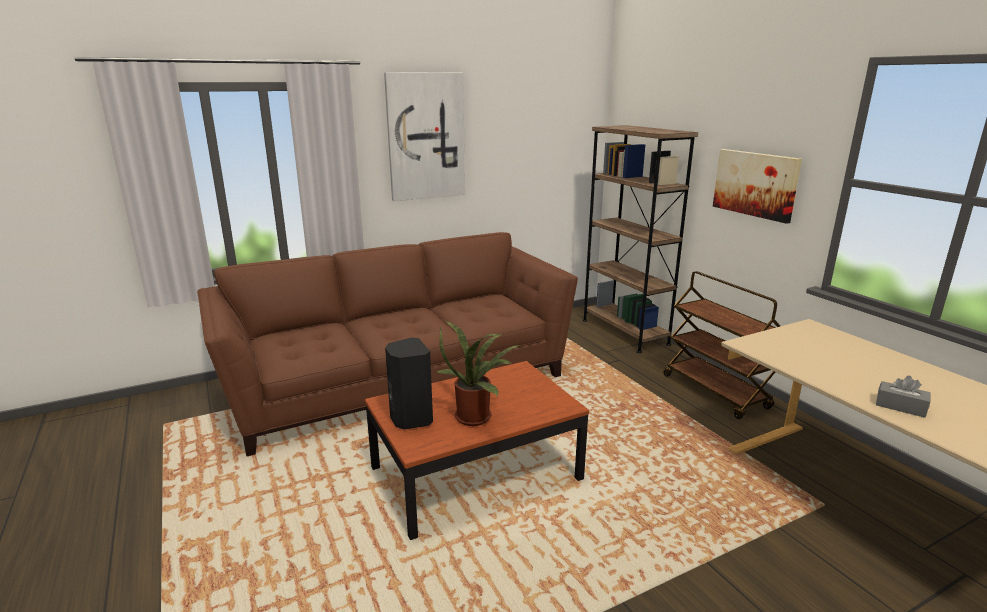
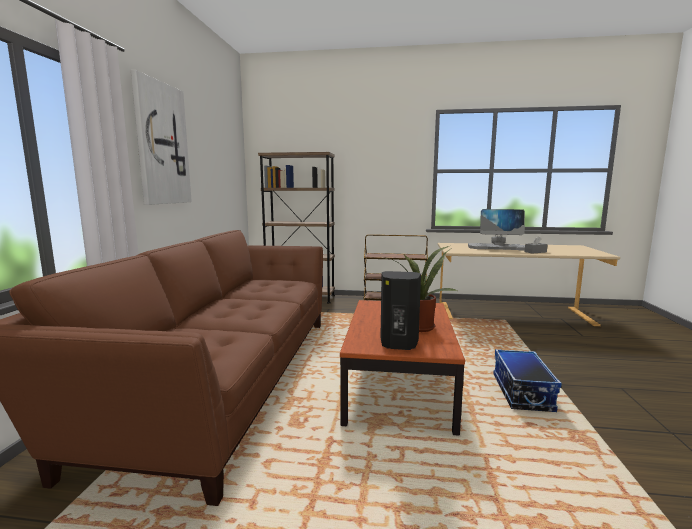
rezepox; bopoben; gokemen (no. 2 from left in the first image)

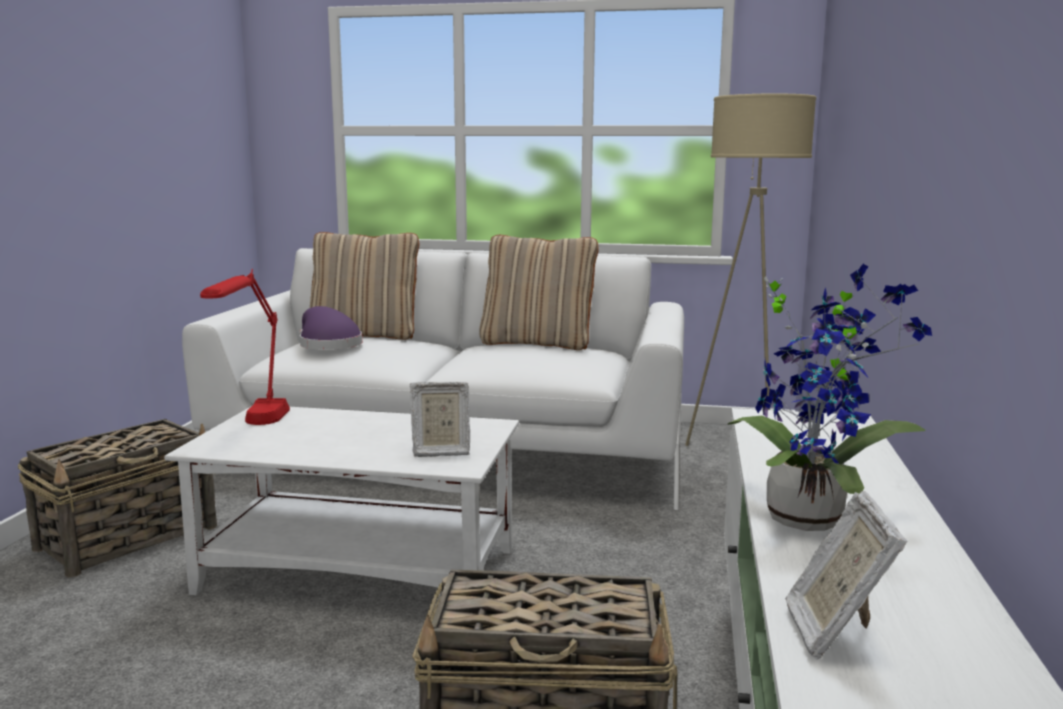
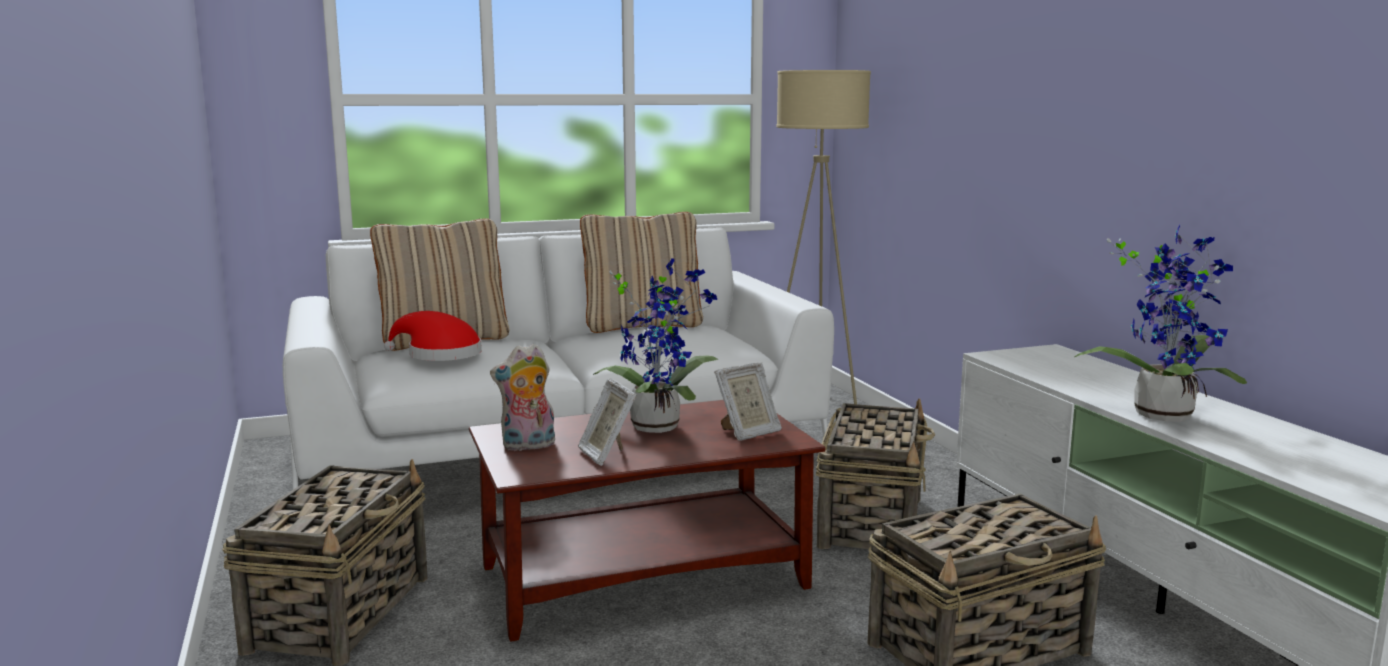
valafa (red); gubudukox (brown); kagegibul; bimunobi (no. 1 from left); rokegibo (no. 1 from left); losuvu (no. 2 from left)

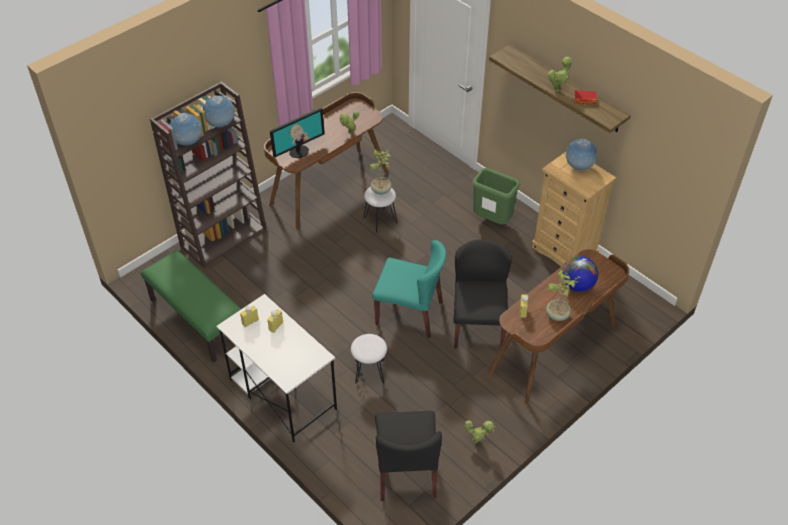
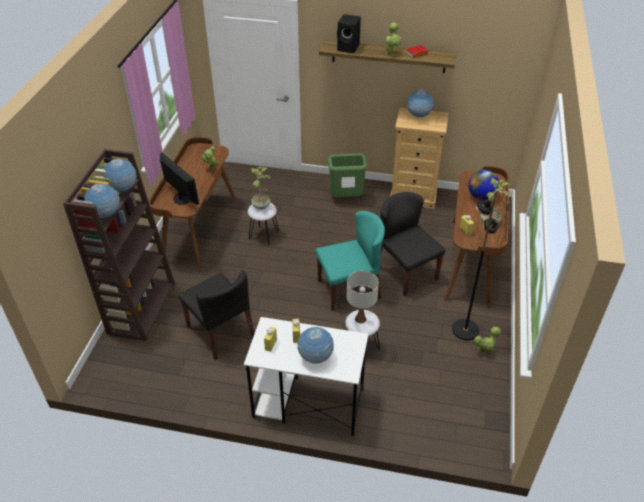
rezepox; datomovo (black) (no. 1 from left); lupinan (no. 3 from left); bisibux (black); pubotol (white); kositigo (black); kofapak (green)

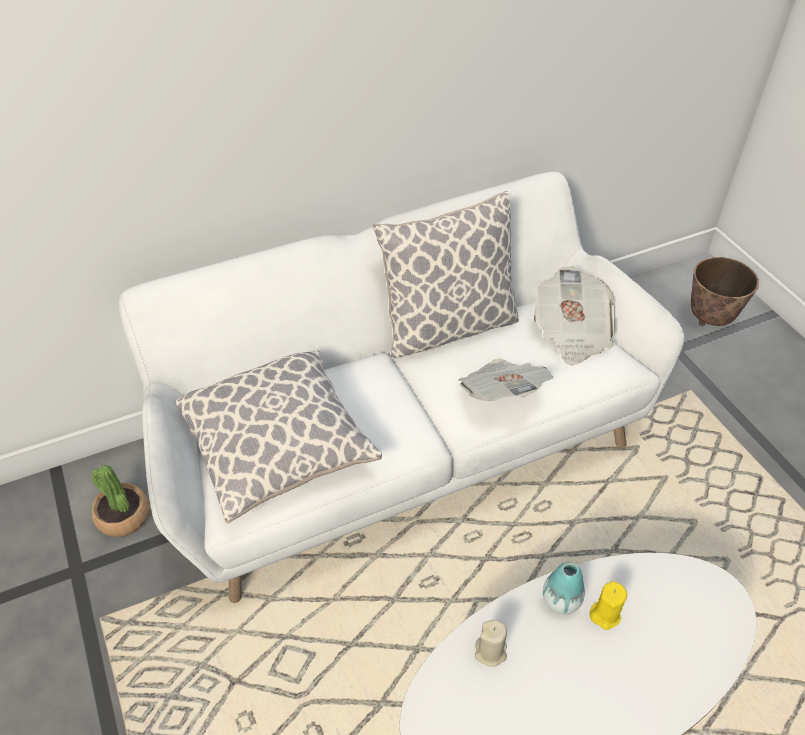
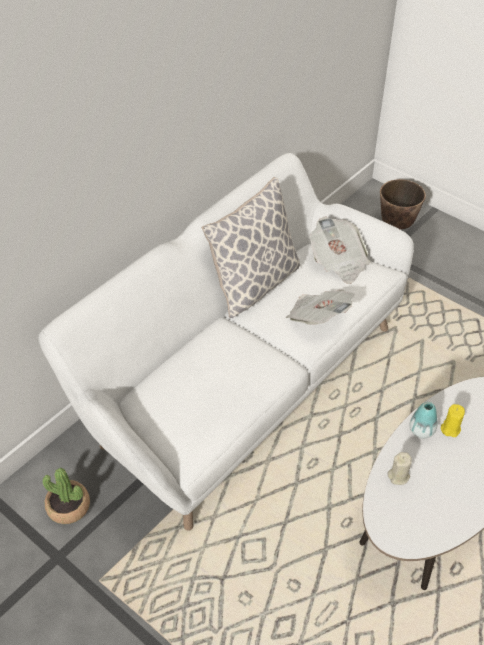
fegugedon (no. 1 from left in the first image)

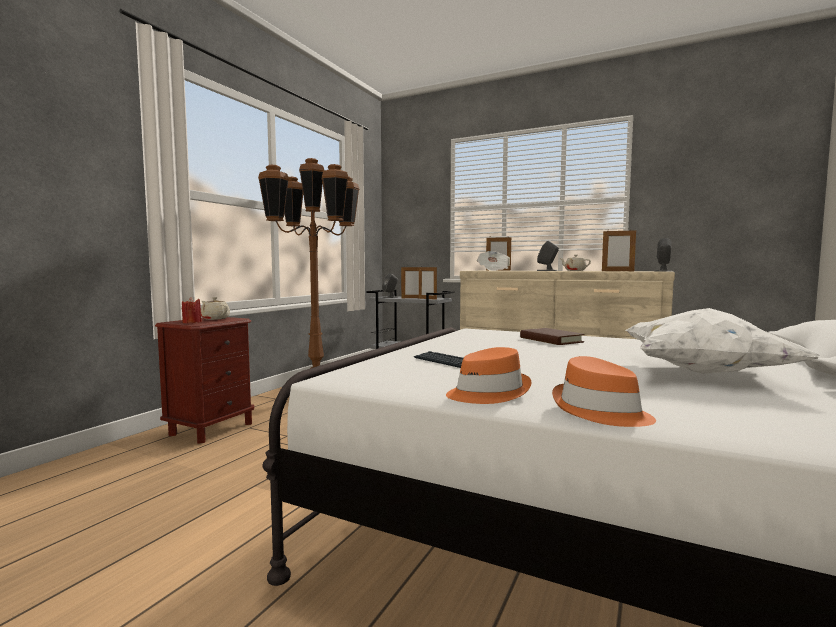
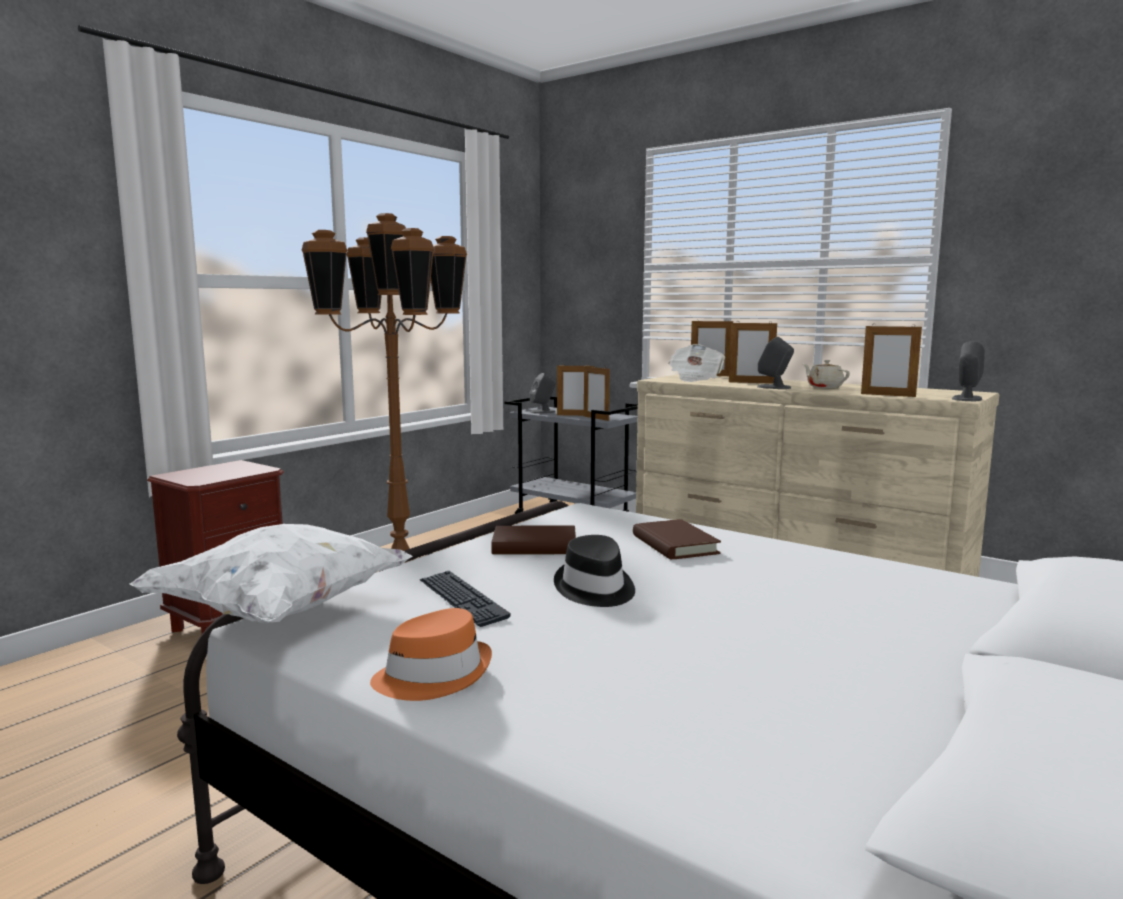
fegugedon (white); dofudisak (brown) (no. 1 from left); valafa (black); bimunobi (no. 4 from left); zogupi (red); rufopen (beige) (no. 1 from left in the first image); valafa (orange) (no. 2 from left in the first image)

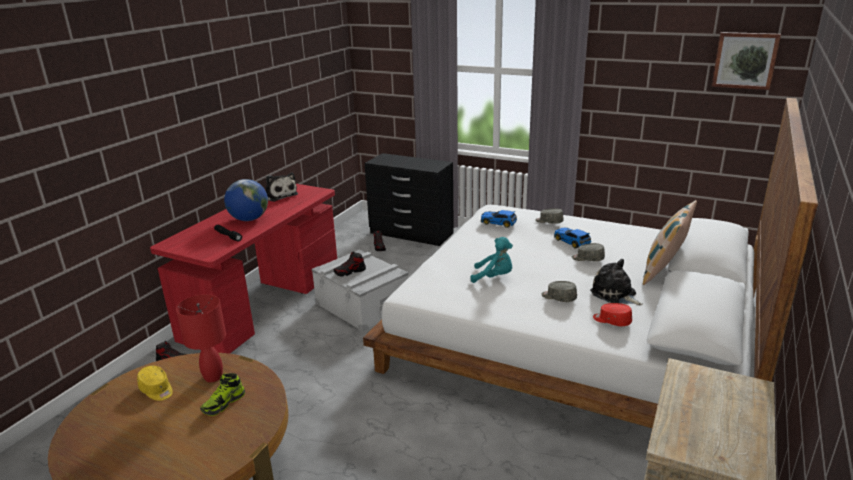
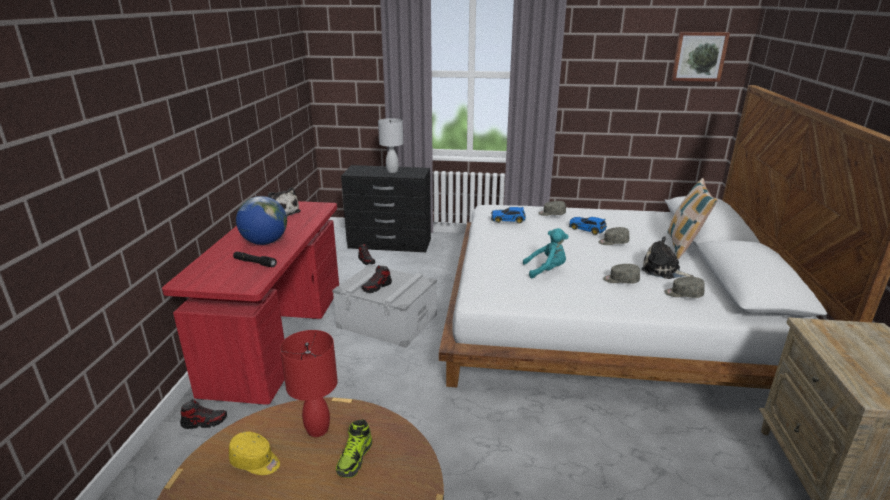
pubotol (white); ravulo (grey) (no. 4 from left)

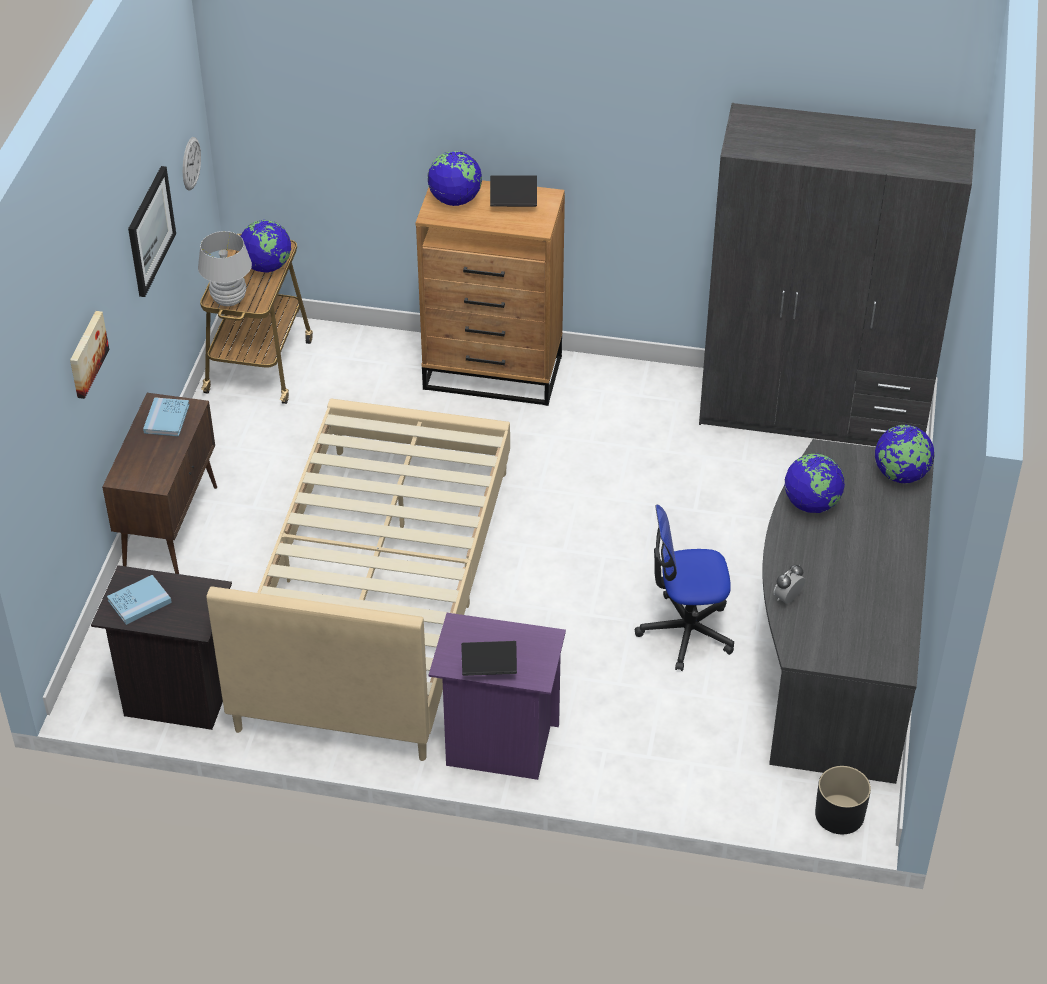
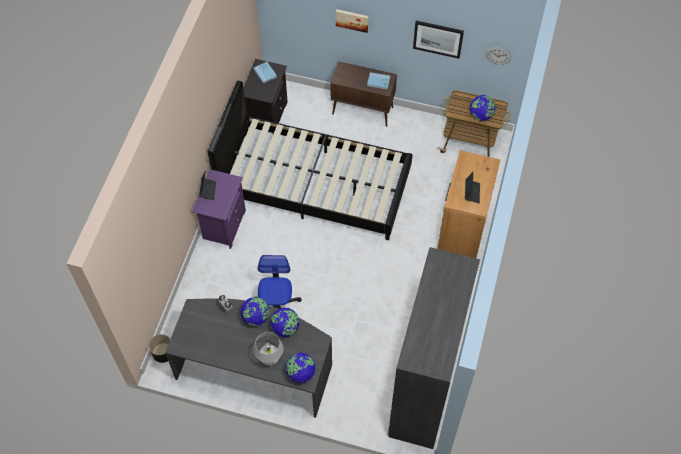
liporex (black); lupinan (no. 1 from left); pubotol (white)

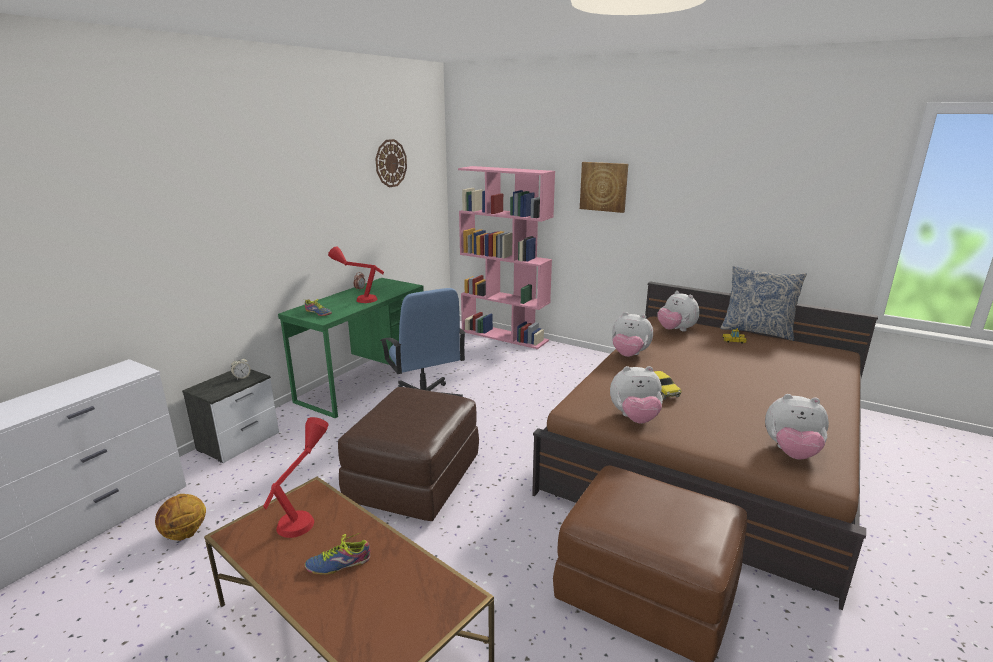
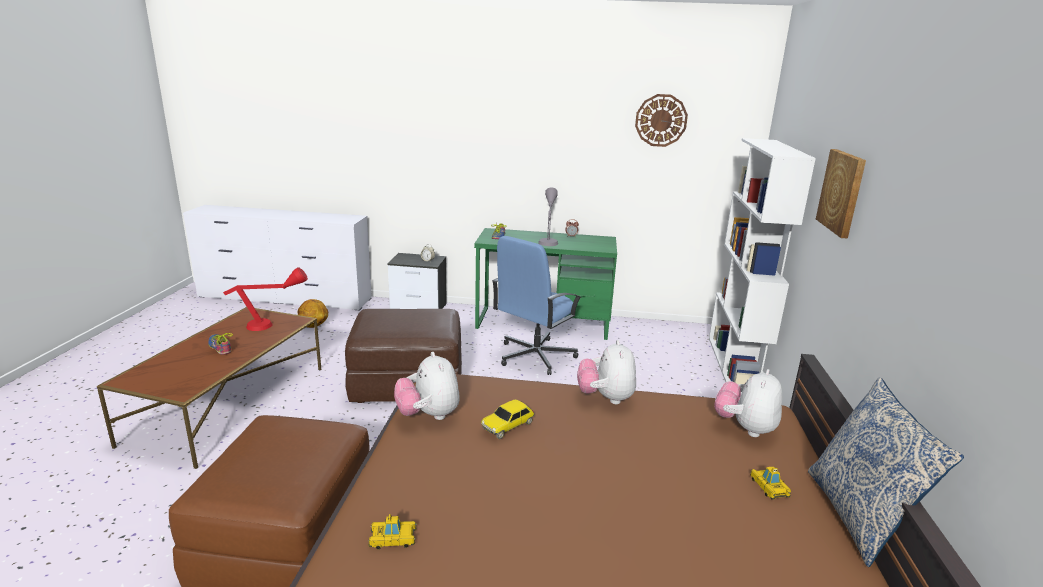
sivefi (no. 1 from left); pubotol (grey); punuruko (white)

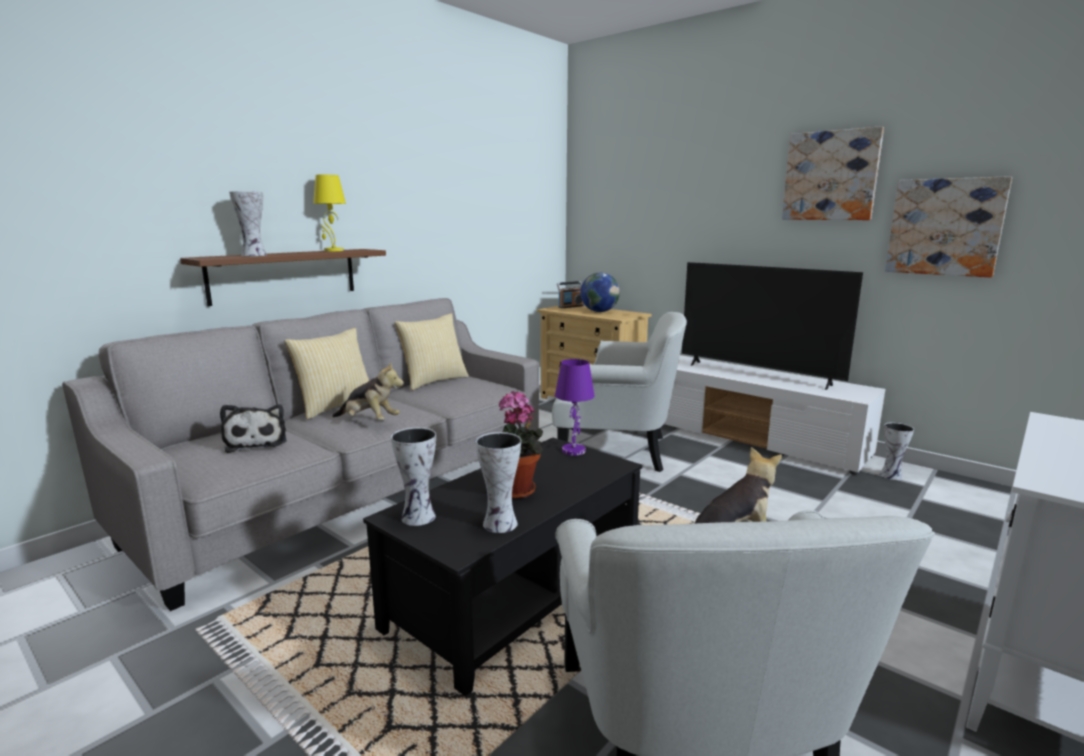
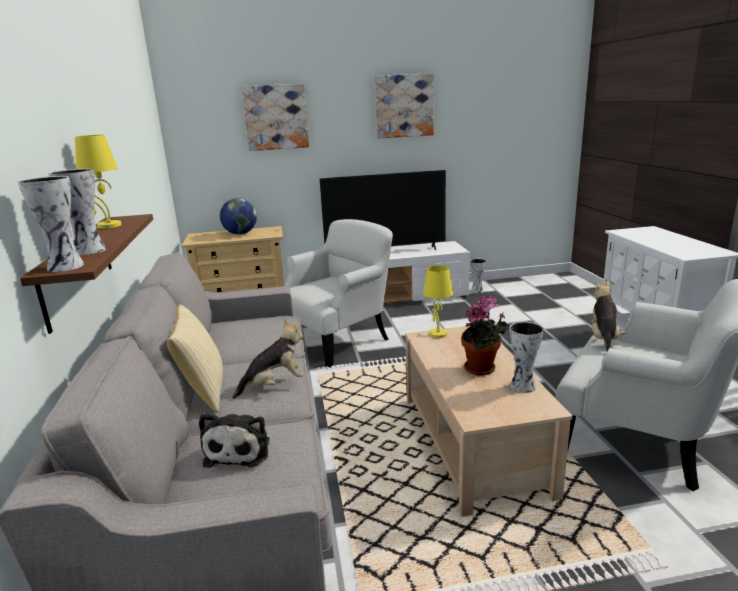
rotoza (no. 1 from left); kagegibul (no. 1 from left); gokemen (no. 1 from left); gubudukox (beige); pubotol (yellow) (no. 2 from left); fegugedon (no. 2 from left in the first image); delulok

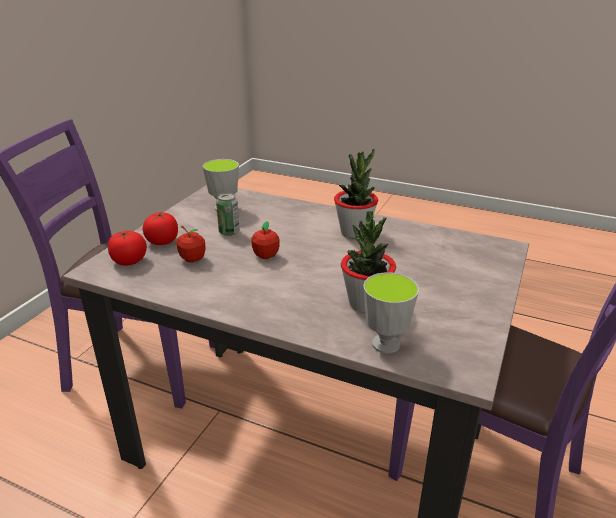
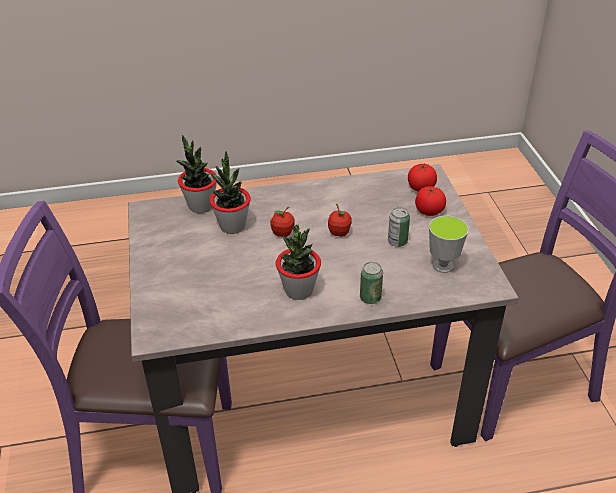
rokegibo (no. 1 from left); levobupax (no. 1 from left); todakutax (no. 1 from left)

